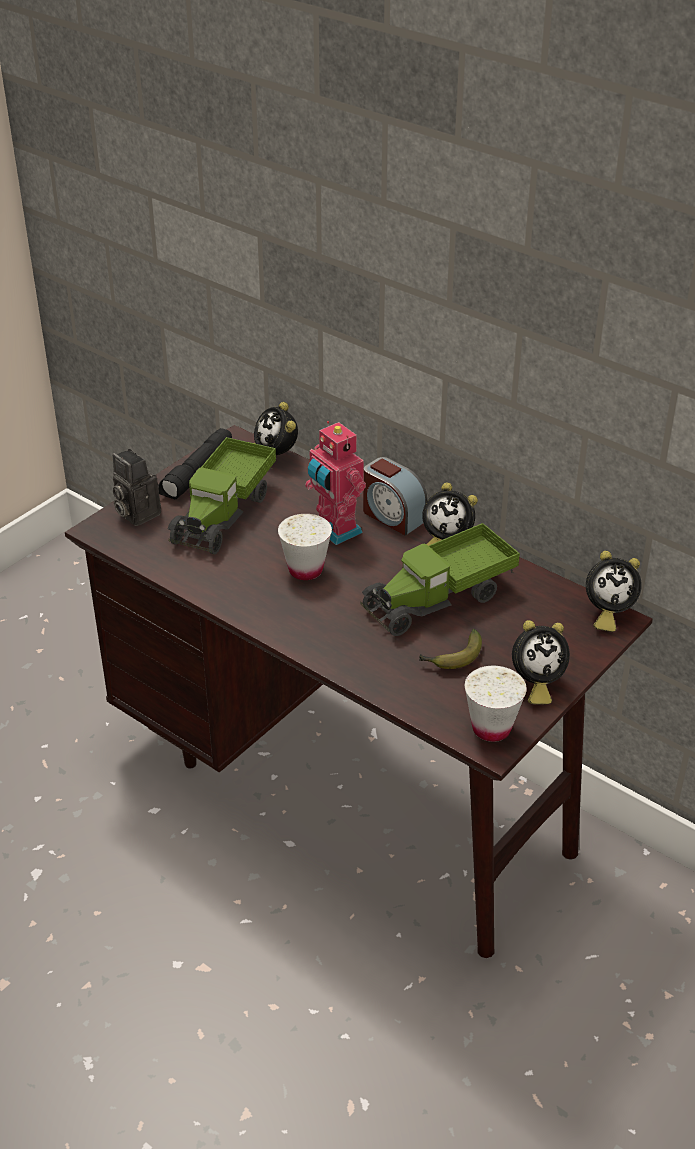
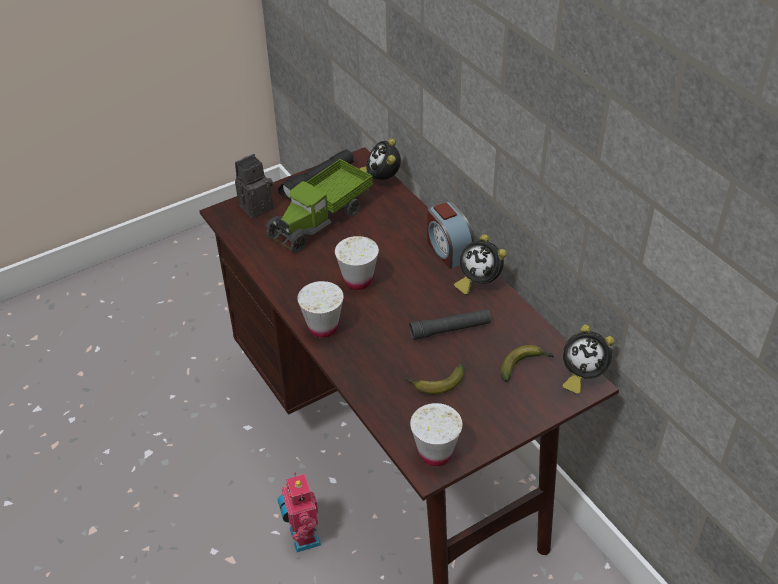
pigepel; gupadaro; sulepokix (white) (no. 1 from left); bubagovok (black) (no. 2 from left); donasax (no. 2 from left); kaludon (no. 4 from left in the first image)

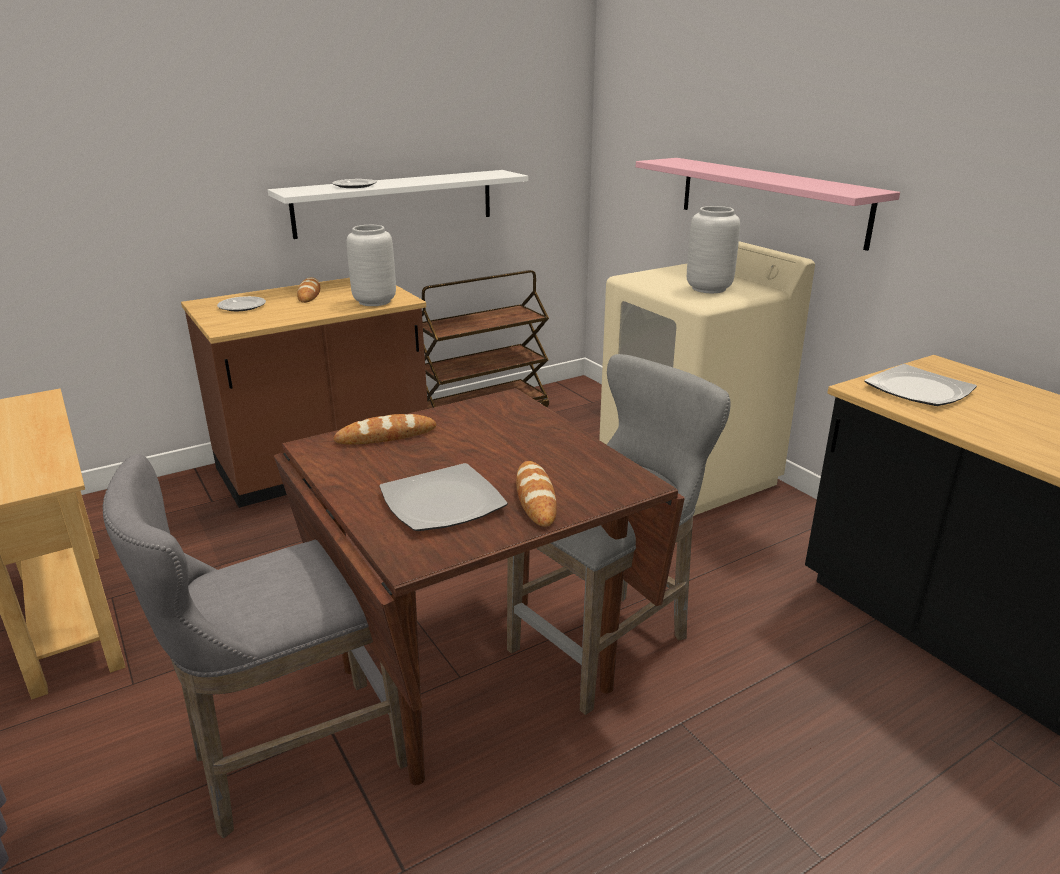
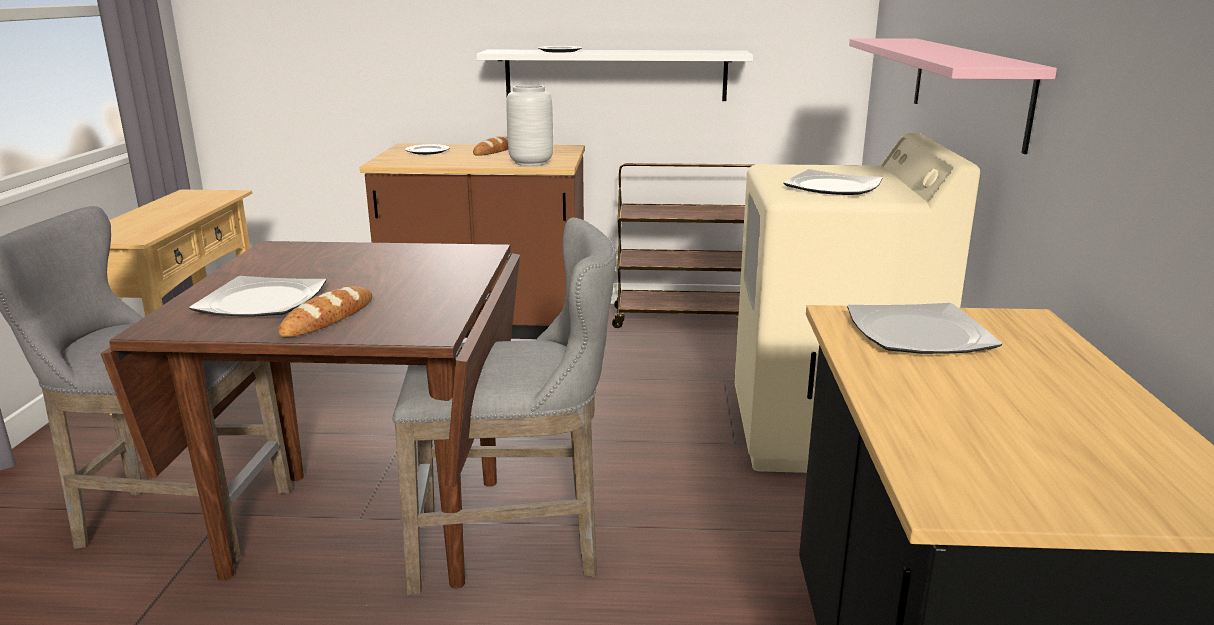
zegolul (no. 4 from left); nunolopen (no. 2 from left in the first image)

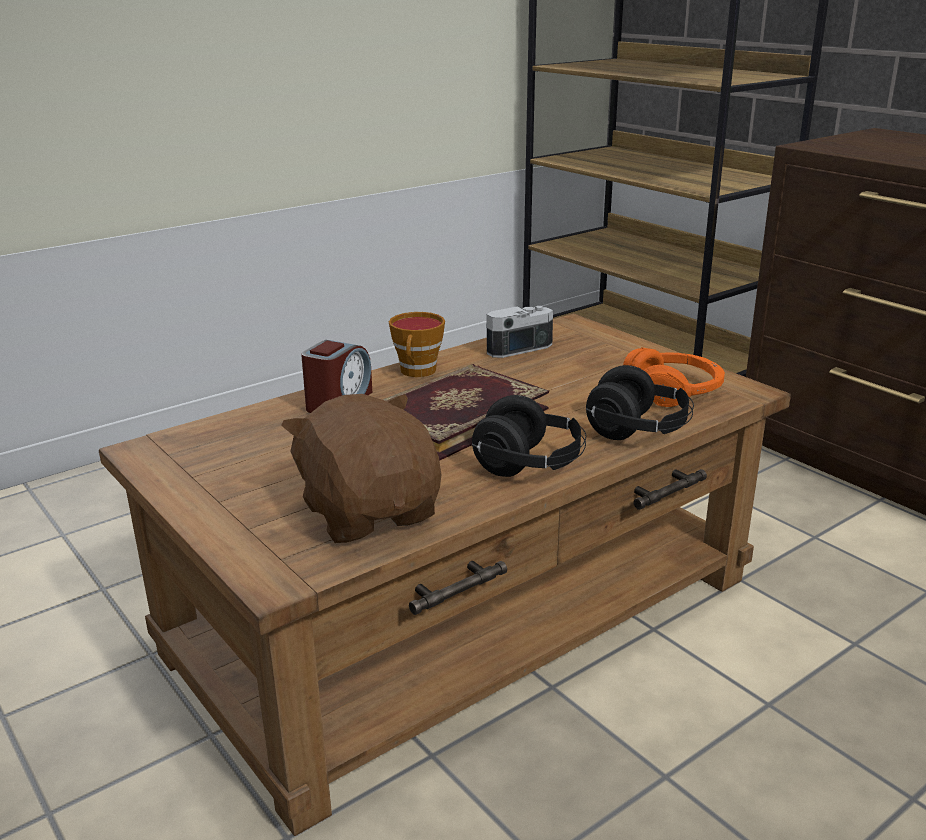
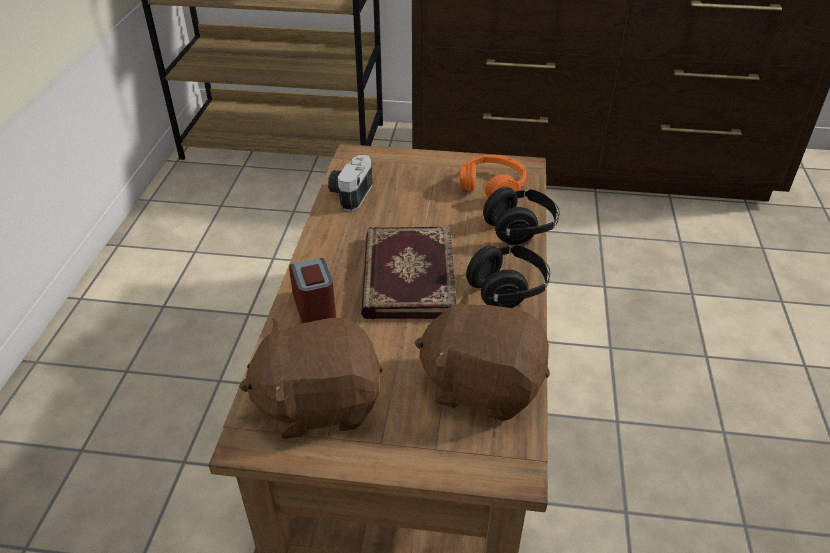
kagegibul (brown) (no. 1 from left); sulepokix

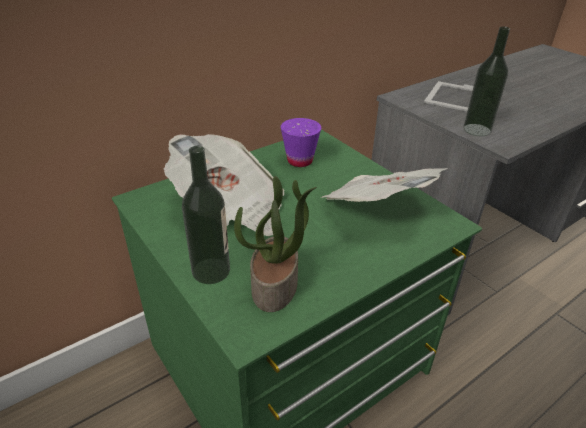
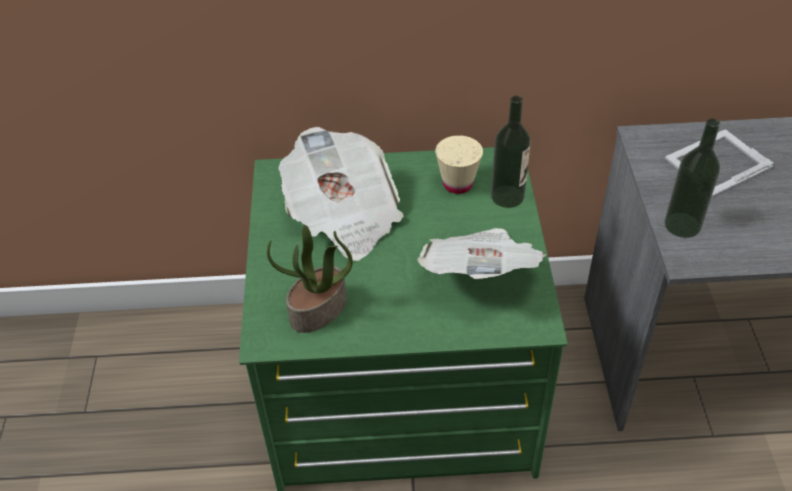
sulepokix (beige); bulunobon (no. 1 from left)

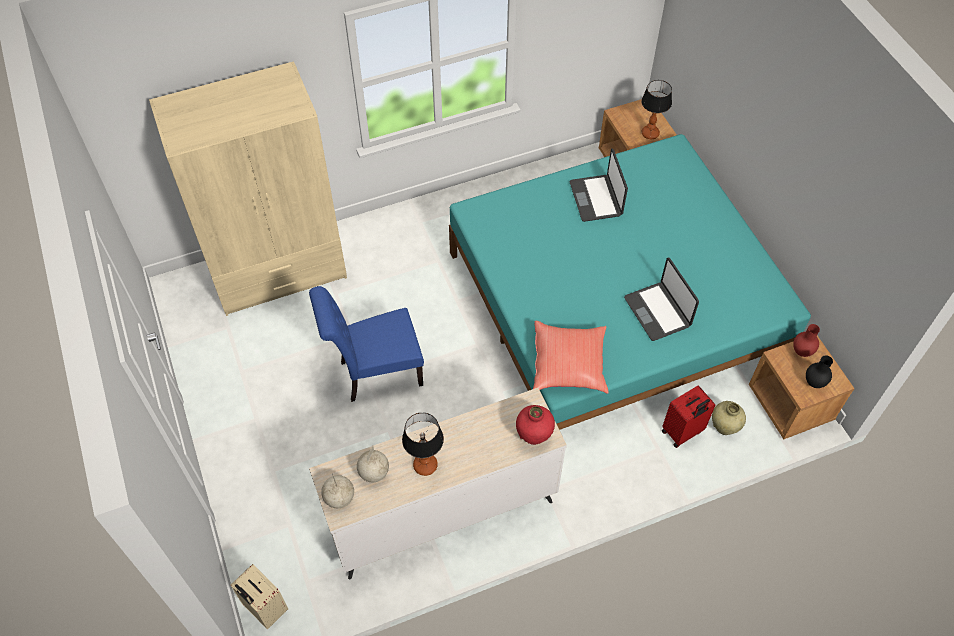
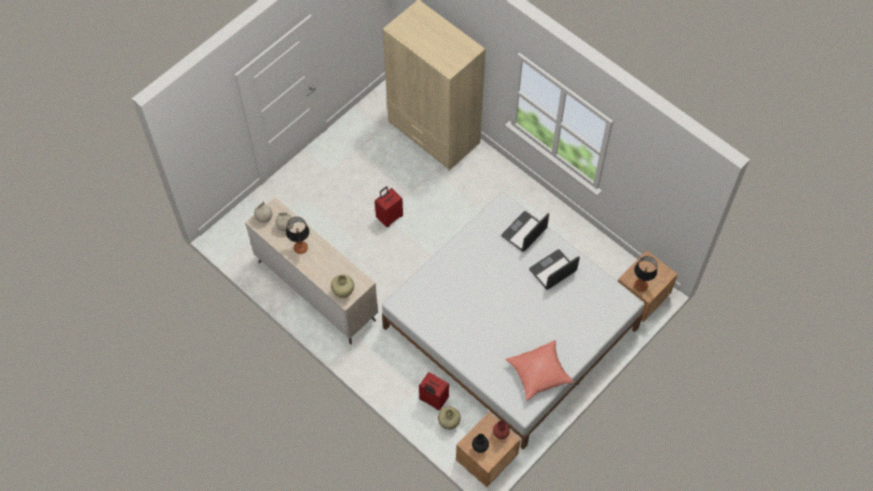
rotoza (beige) (no. 1 from left); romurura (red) (no. 1 from left); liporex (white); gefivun (no. 1 from left); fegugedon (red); romurura (beige)

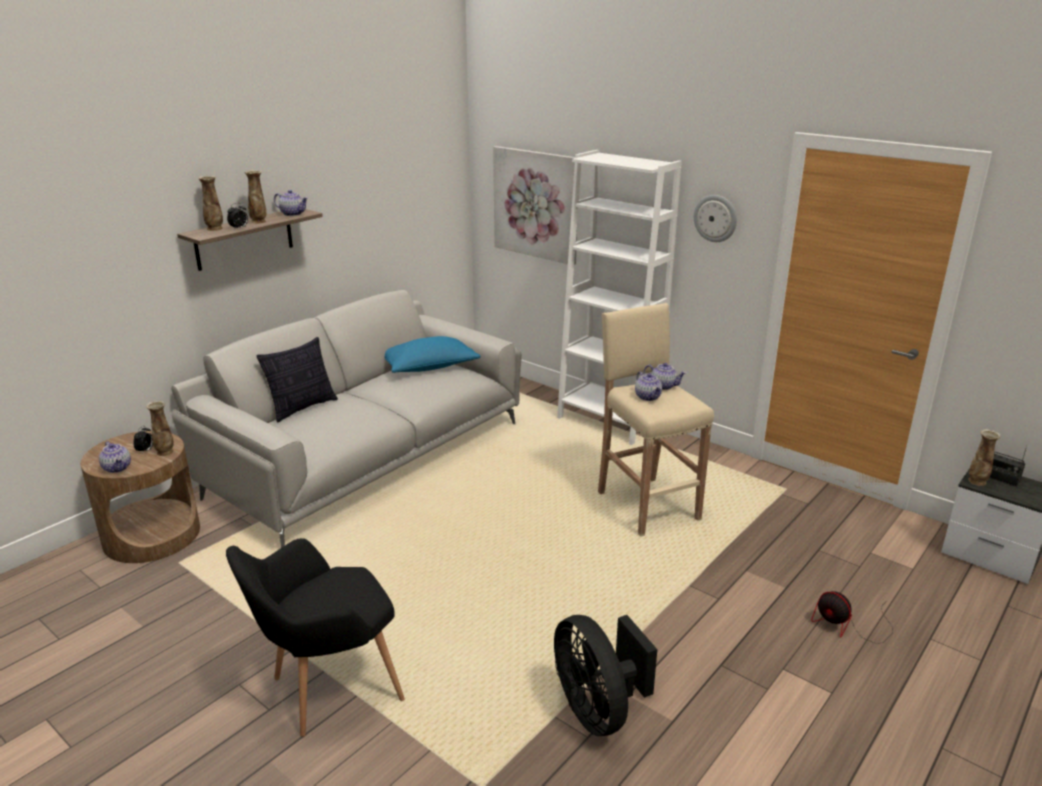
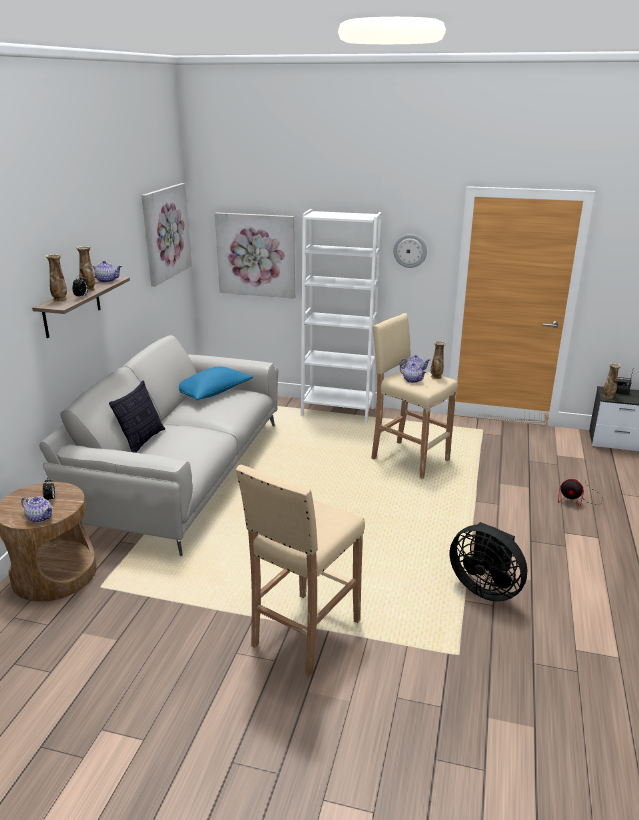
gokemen (no. 1 from left); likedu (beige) (no. 1 from left); rotoza (no. 3 from left)

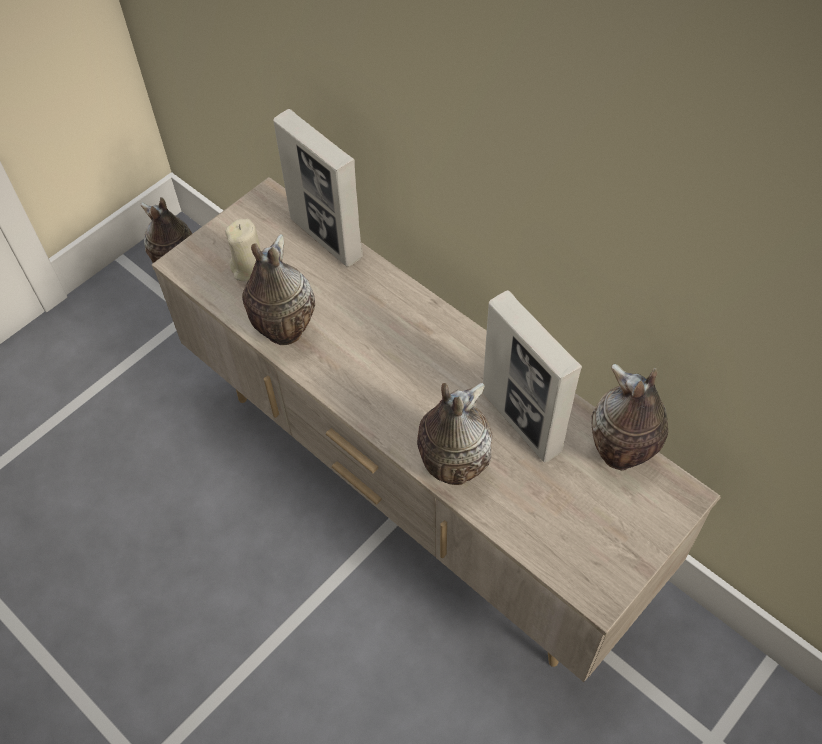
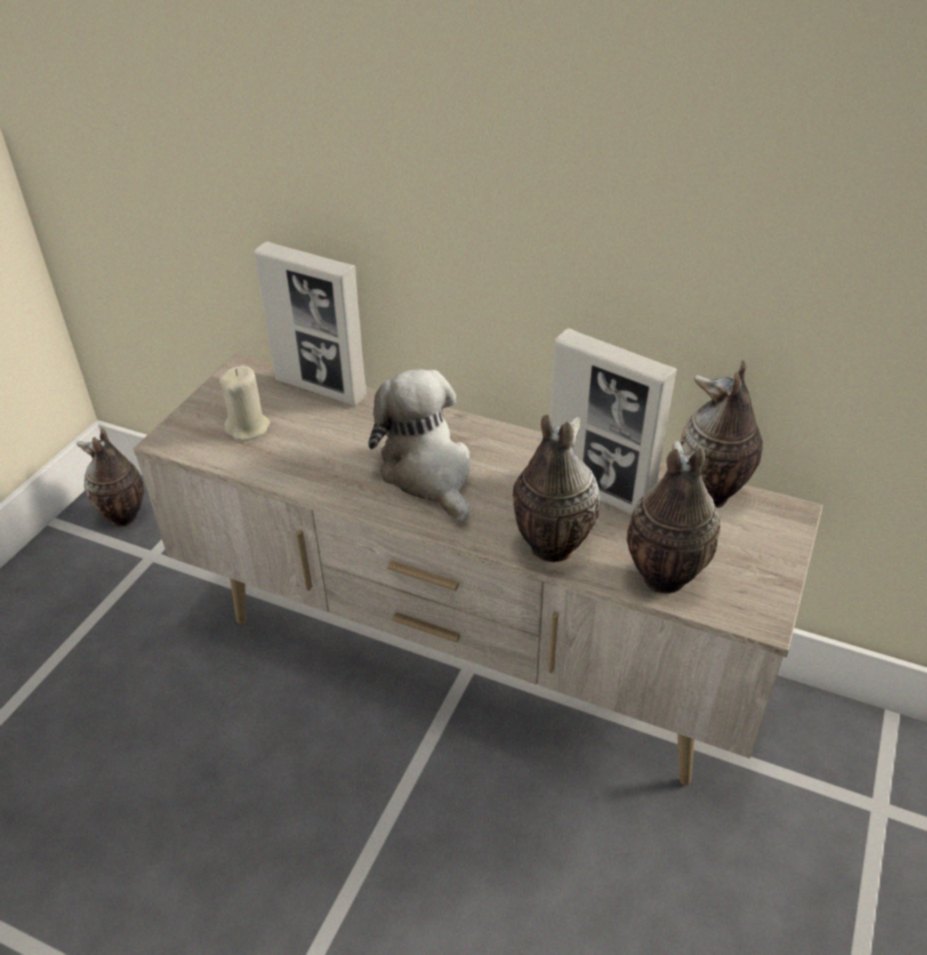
kagegibul; rotoza (no. 3 from left)

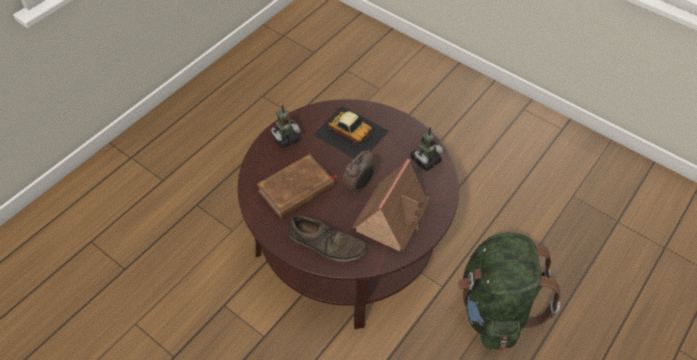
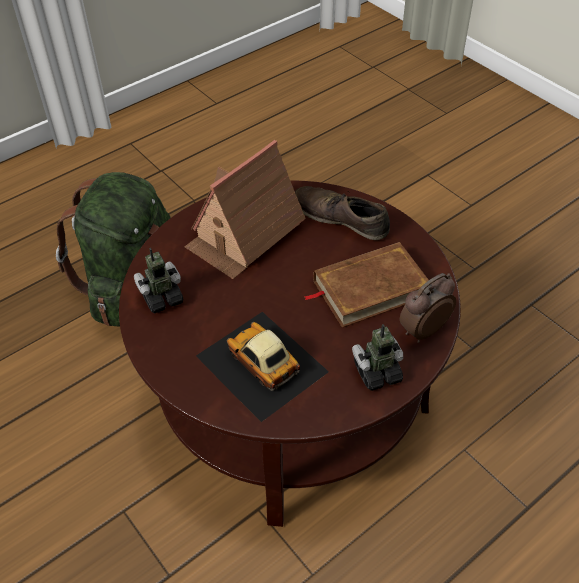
kaludon

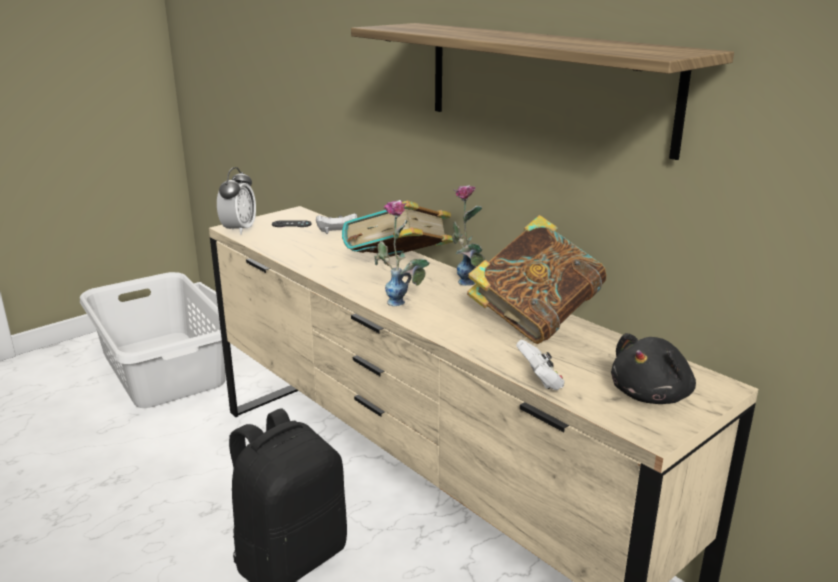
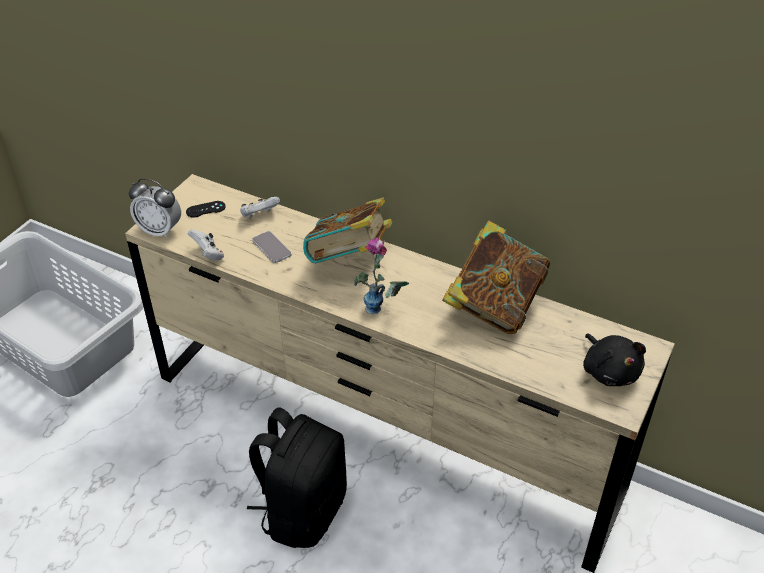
kaludon; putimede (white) (no. 1 from left); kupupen; kagegibul (black); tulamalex; rotoza (no. 2 from left in the first image)

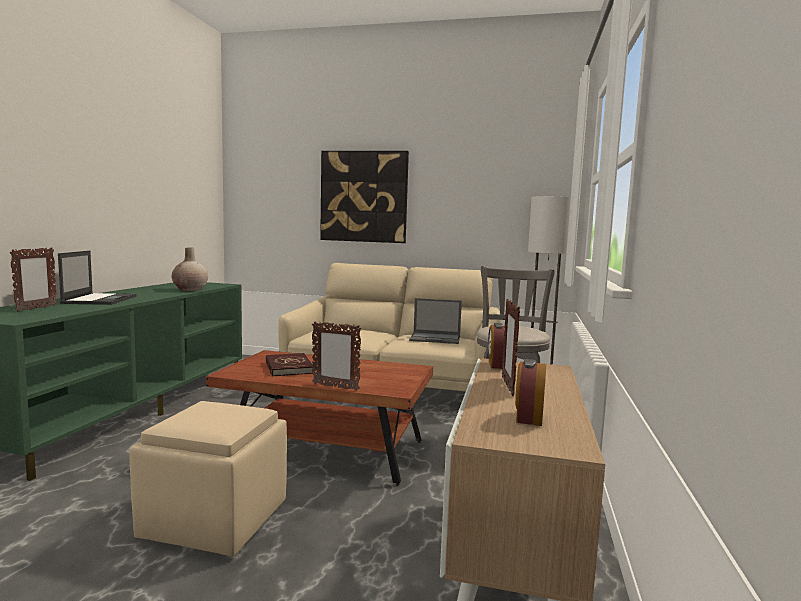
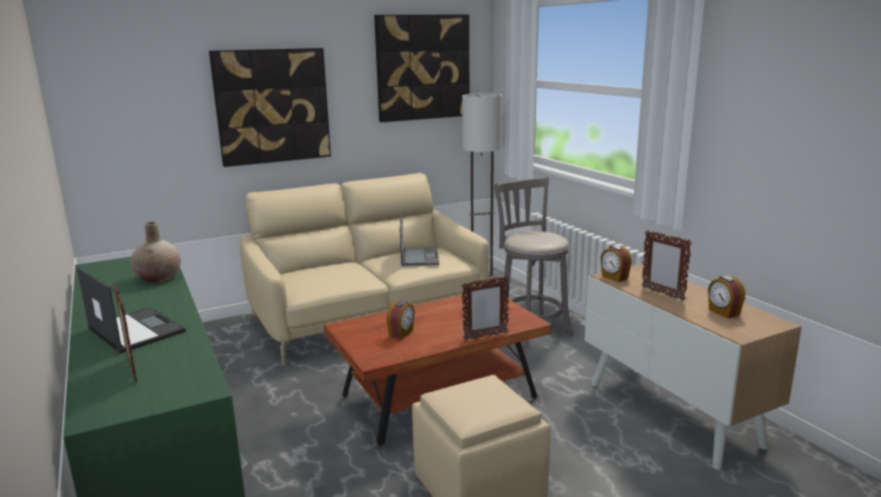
gokemen (no. 2 from left); kaludon (no. 1 from left); gefivun (no. 2 from left)

